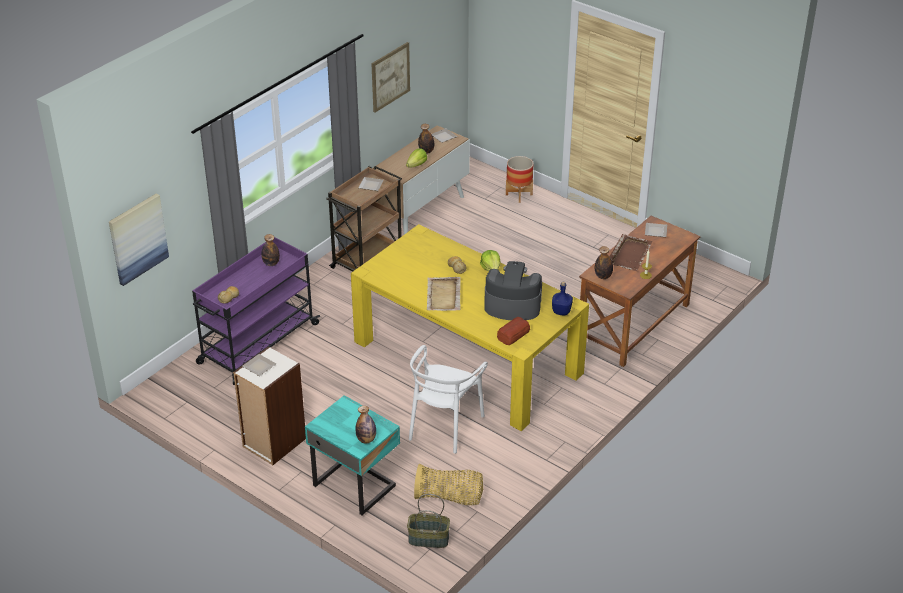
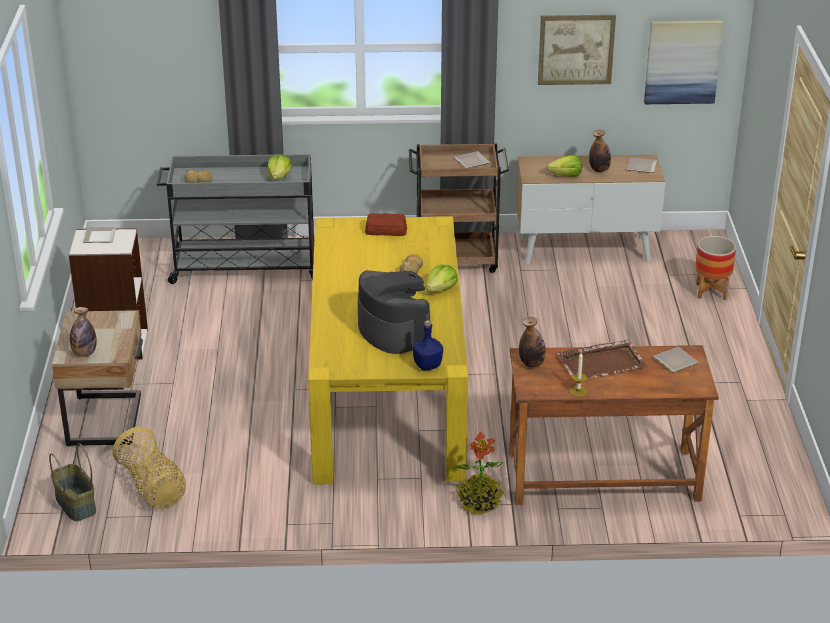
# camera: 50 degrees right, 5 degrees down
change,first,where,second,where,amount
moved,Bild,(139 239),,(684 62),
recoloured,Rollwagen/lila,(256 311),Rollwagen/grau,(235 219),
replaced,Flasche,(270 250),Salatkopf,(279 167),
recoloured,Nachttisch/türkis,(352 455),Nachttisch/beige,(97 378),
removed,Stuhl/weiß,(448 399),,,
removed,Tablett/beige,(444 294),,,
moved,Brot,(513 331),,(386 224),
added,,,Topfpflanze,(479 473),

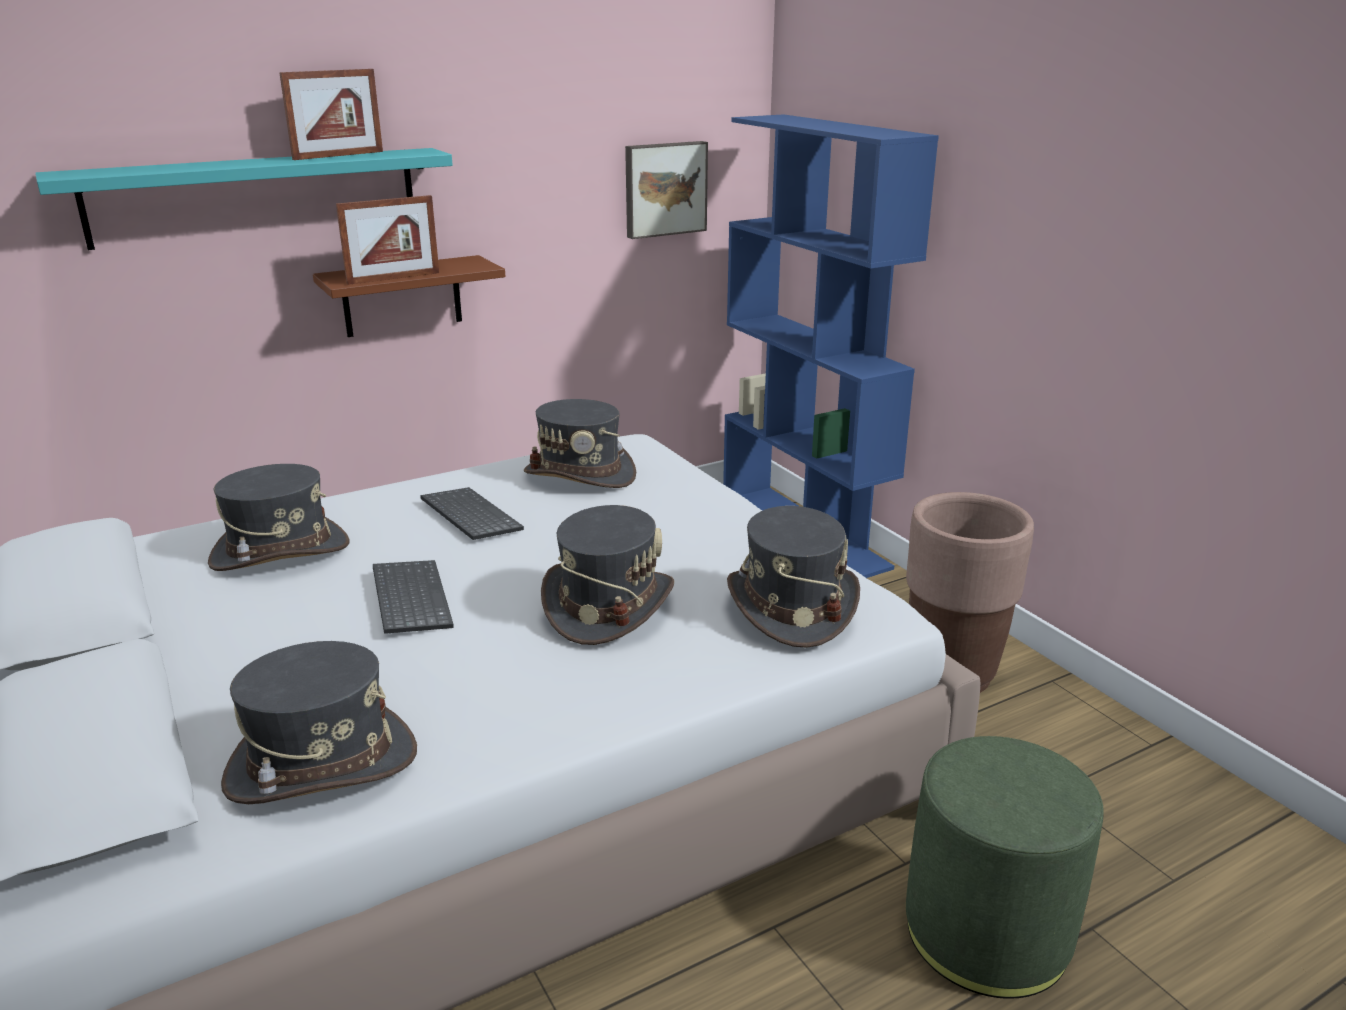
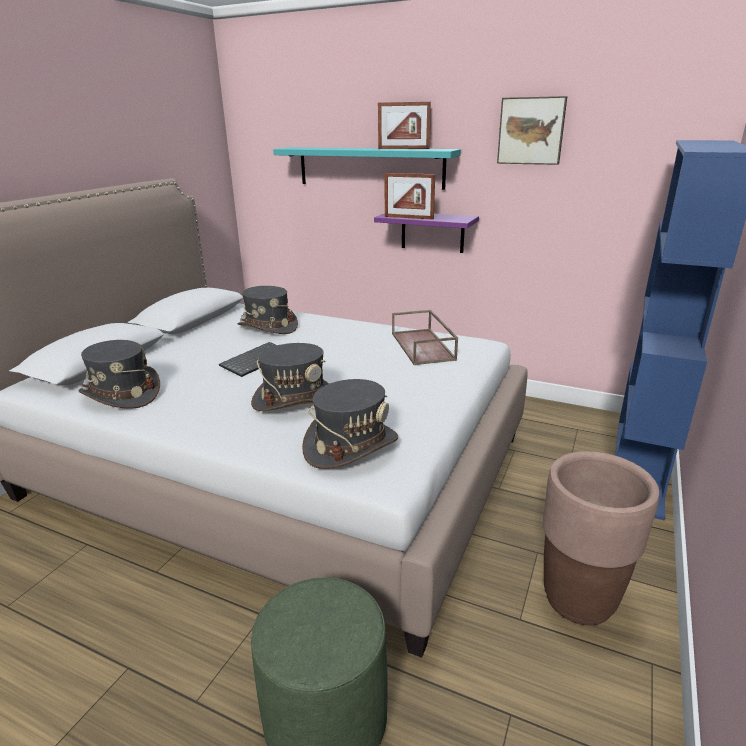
# camera: 55 degrees right, 0 degrees up
change,first,where,second,where,amount
recoloured,Wandregal/braun,(409 296),Wandregal/lila,(426 233),
removed,Tastatur,(472 513),,,
replaced,Hut/grau,(580 443),Tablett/braun,(425 337),
moved,Bild,(666 190),,(532 130),

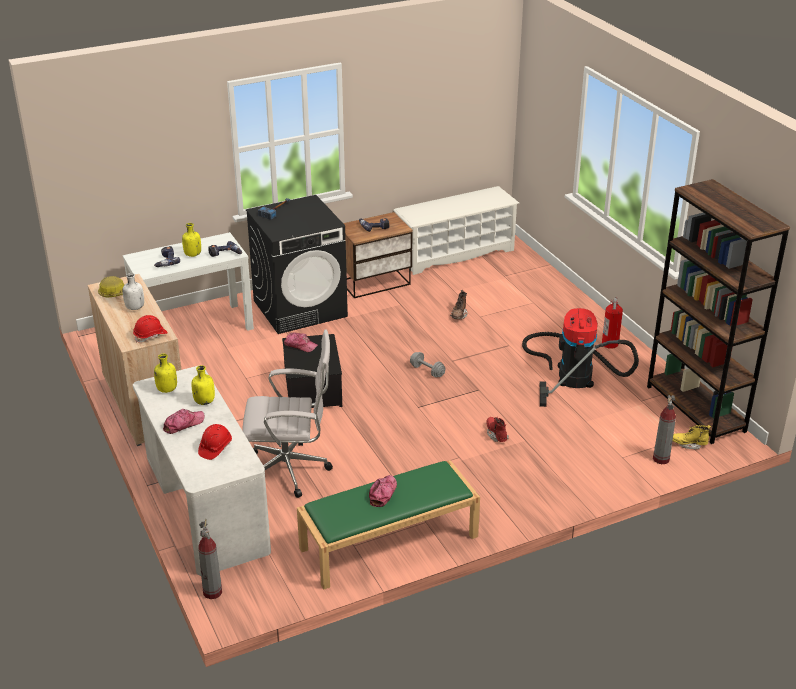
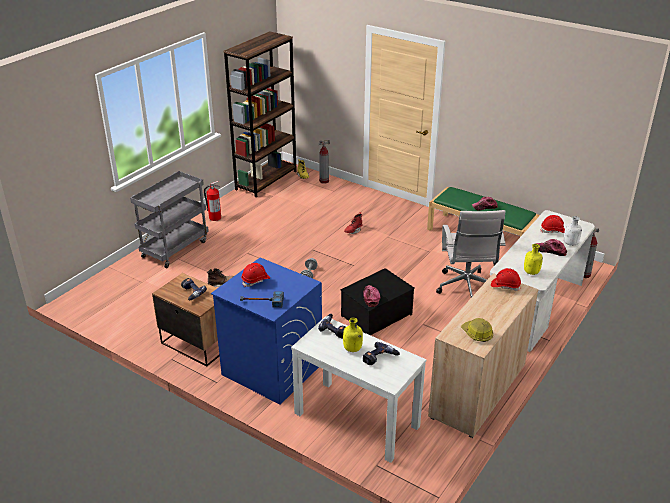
# camera: 120 degrees left, 0 degrees up
change,first,where,second,where,amount
moved,Flasche/weiß,(133 291),,(573 231),
removed,Flasche/gelb,(203 385),,,
turned,Bürostuhl/weiß,(287 414),,(470 254),150 degrees counterclockwise
recoloured,Waschmaschine/schwarz,(297 264),Waschmaschine/blau,(266 331),
removed,Schuhregal/weiß,(456 230),,,
removed,Staubsauger,(580 357),,,
added,,,Rollwagen/grau,(169 219),
added,,,Schutzhelm/rot,(255 275),

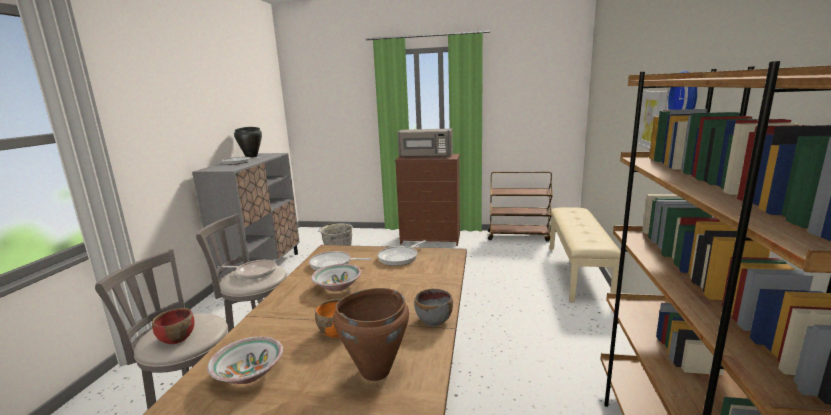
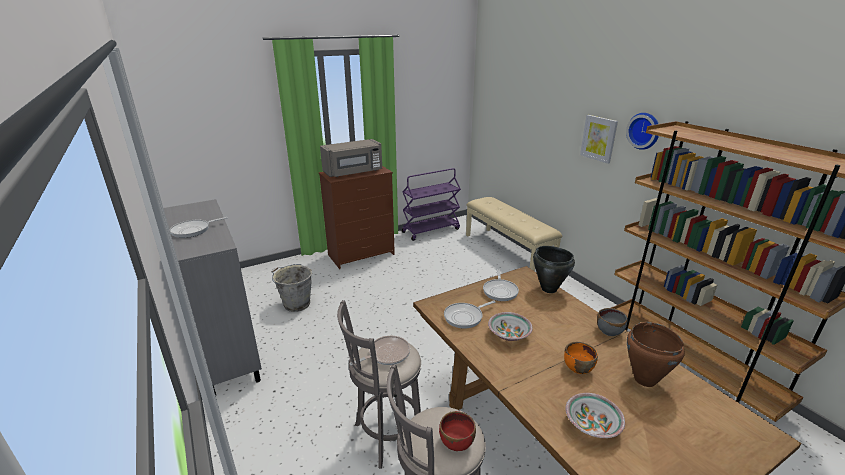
# camera: 40 degrees left, 10 degrees up
change,first,where,second,where,amount
moved,Kochtopf/schwarz,(248 142),,(554 269),
recoloured,Rollwagen/braun,(520 207),Rollwagen/lila,(431 204),

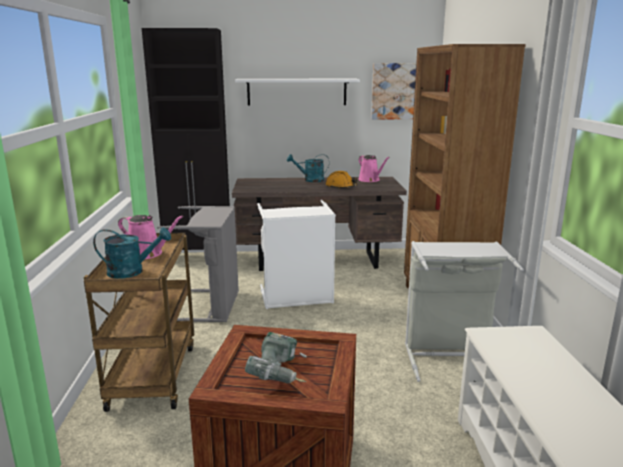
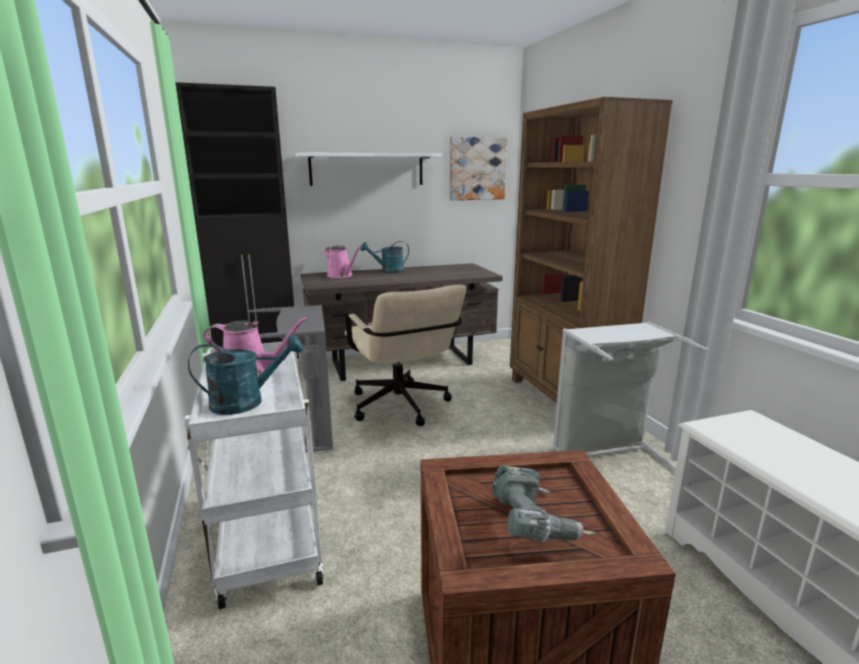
# camera: 15 degrees left, 0 degrees up
change,first,where,second,where,amount
recoloured,Rollwagen/braun,(139 322),Rollwagen/weiß,(254 475),
replaced,Wäschekorb/weiß,(296 254),Bürostuhl/beige,(406 355),
removed,Schutzhelm/orange,(341 180),,,
moved,Gießkanne/rosa,(374 168),,(343 262),

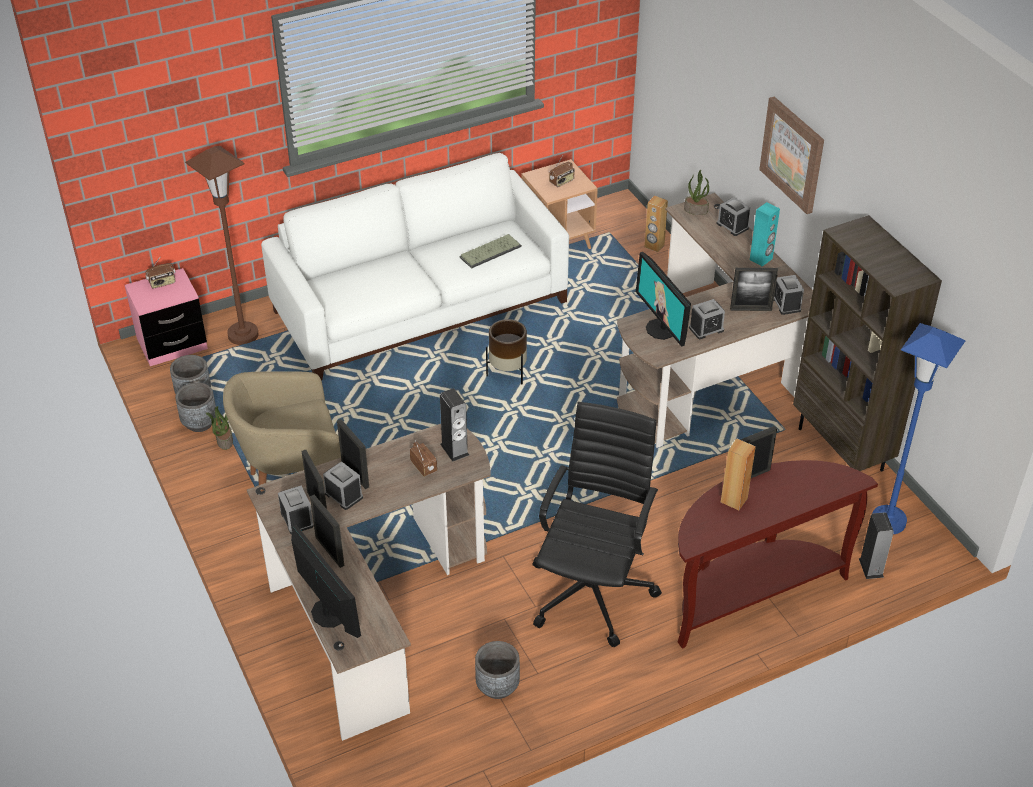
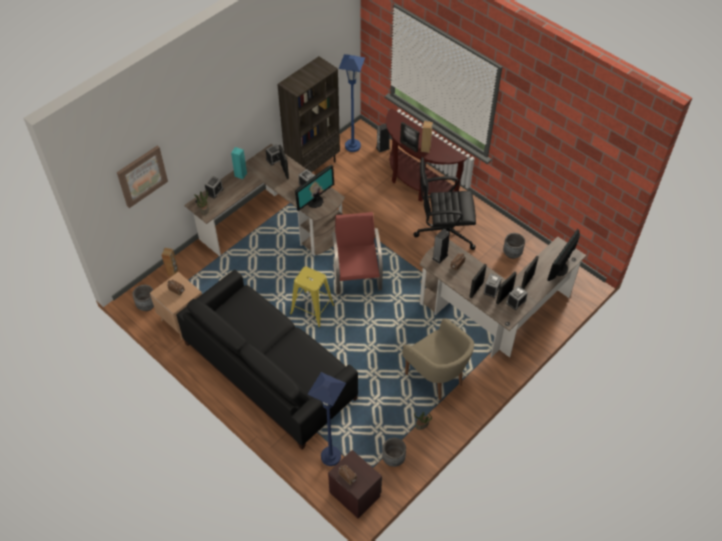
# camera: 110 degrees left, 10 degrees up
change,first,where,second,where,amount
recoloured,Nachttisch/rosa,(166 317),Nachttisch/braun,(355 484),
moved,Pflanzkübel/grau,(195 407),,(143 298),
recoloured,Stehlampe/braun,(222 245),Stehlampe/blau,(326 419),
recoloured,Sofa/weiß,(415 267),Sofa/schwarz,(267 360),
removed,Tastatur,(490 251),,,
replaced,Pflanzkübel/braun,(506 351),Hocker/gelb,(312 296),
moved,Bild,(791 155),,(142 177),
added,,,Stuhl/rot,(357 253),

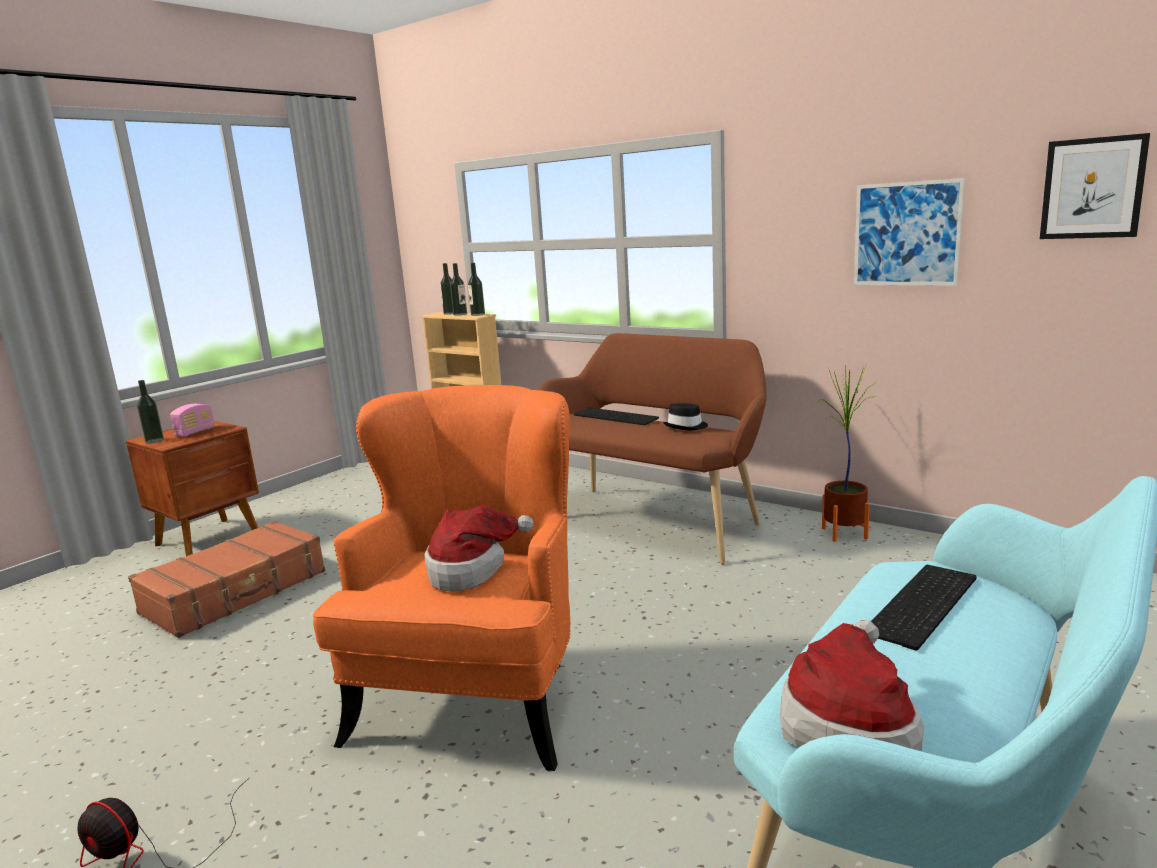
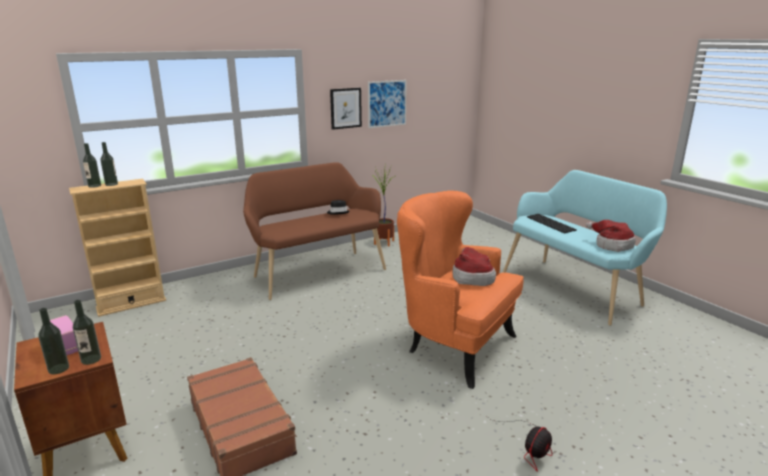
# camera: 70 degrees left, 5 degrees up
change,first,where,second,where,amount
moved,Flasche,(476 289),,(87 332),
removed,Tastatur,(616 416),,,
moved,Bild,(1095 186),,(346 109),

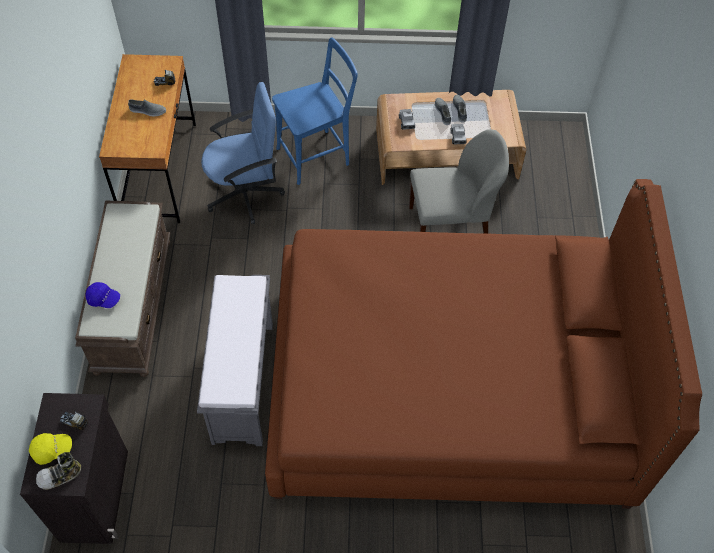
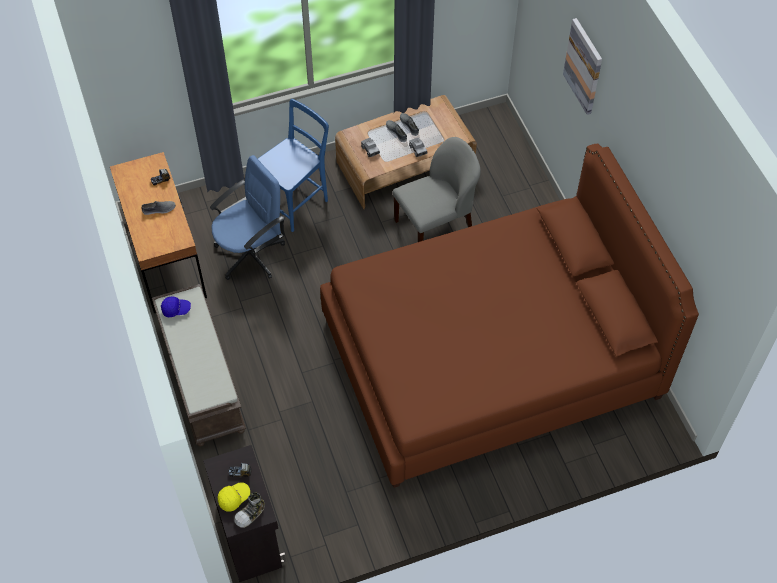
# camera: 20 degrees left, 0 degrees up
change,first,where,second,where,amount
moved,Kappe/blau,(102 295),,(176 307),
removed,Bank/grau,(235 360),,,
added,,,Bild,(582 66),

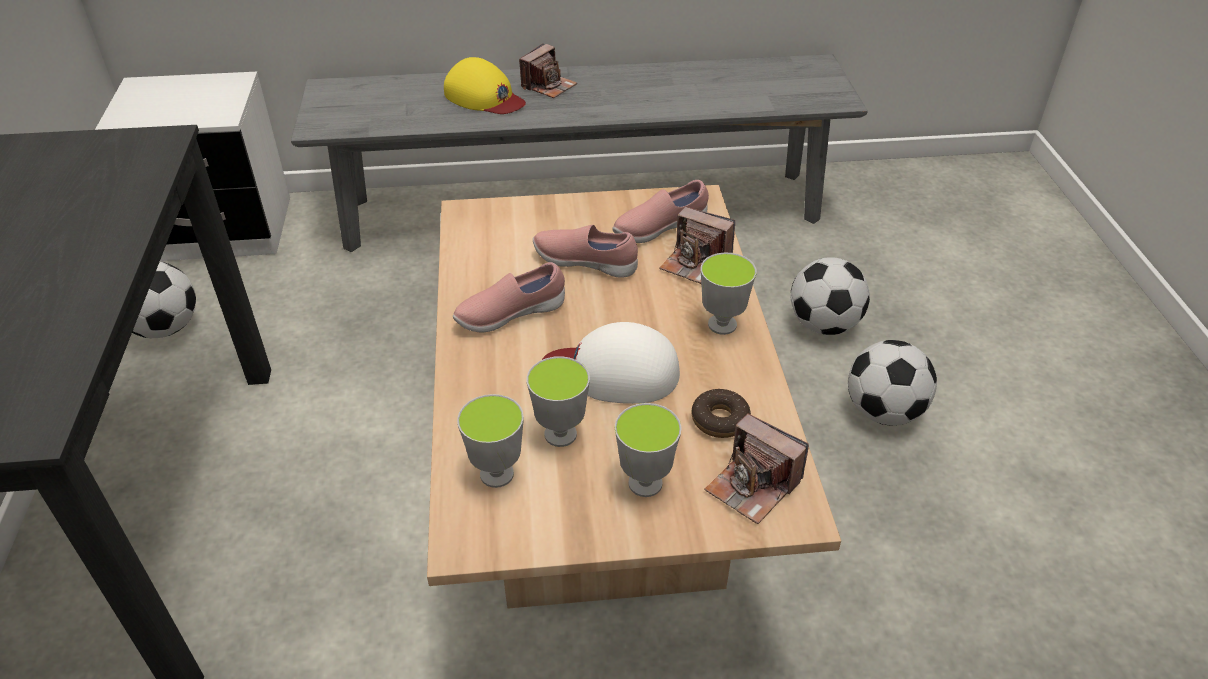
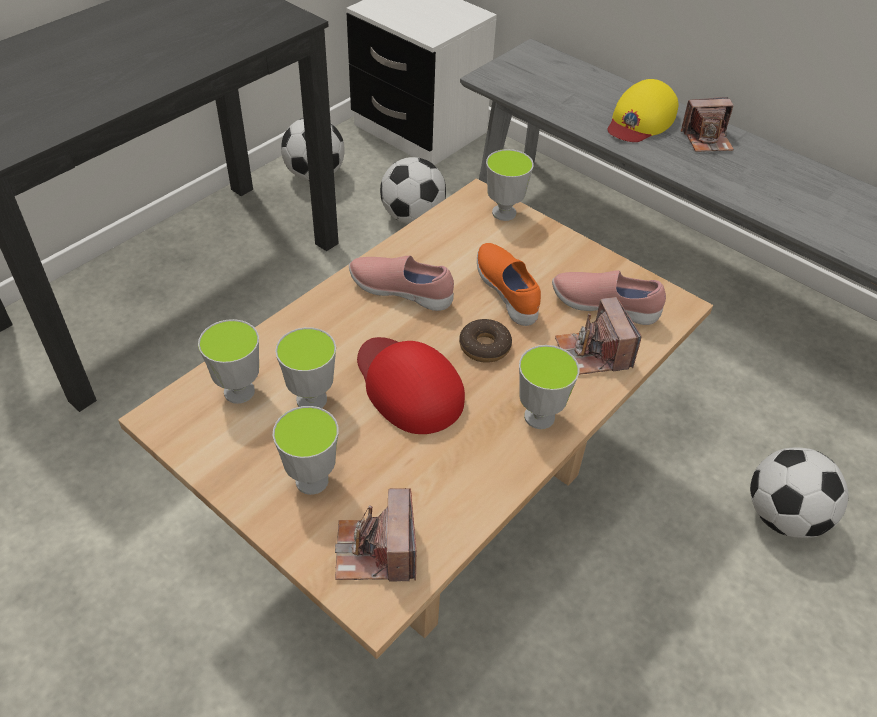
# camera: 45 degrees right, 5 degrees up
change,first,where,second,where,amount
turned,Kappe/gelb,(485 85),,(642 110),45 degrees clockwise
recoloured,Schuh/rosa,(585 251),Schuh/orange,(509 284),
recoloured,Kappe/weiß,(611 363),Kappe/rot,(411 385),
moved,Donut,(721 413),,(485 341),
moved,Fußball,(892 383),,(413 190),
added,,,Tasse,(510 185),

